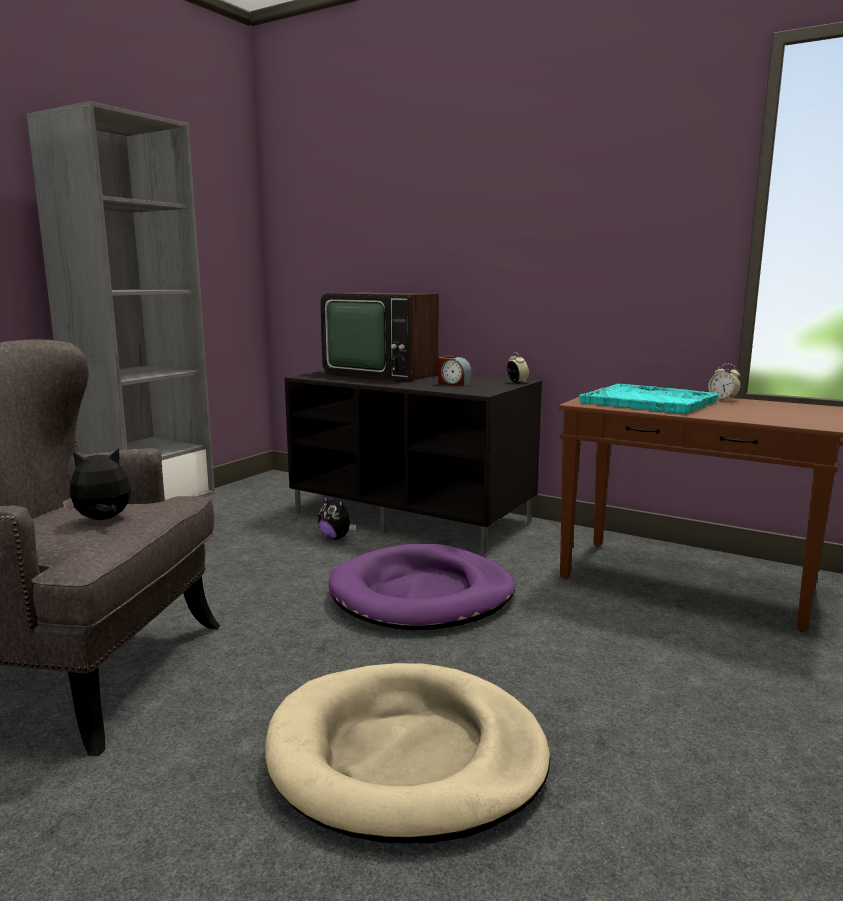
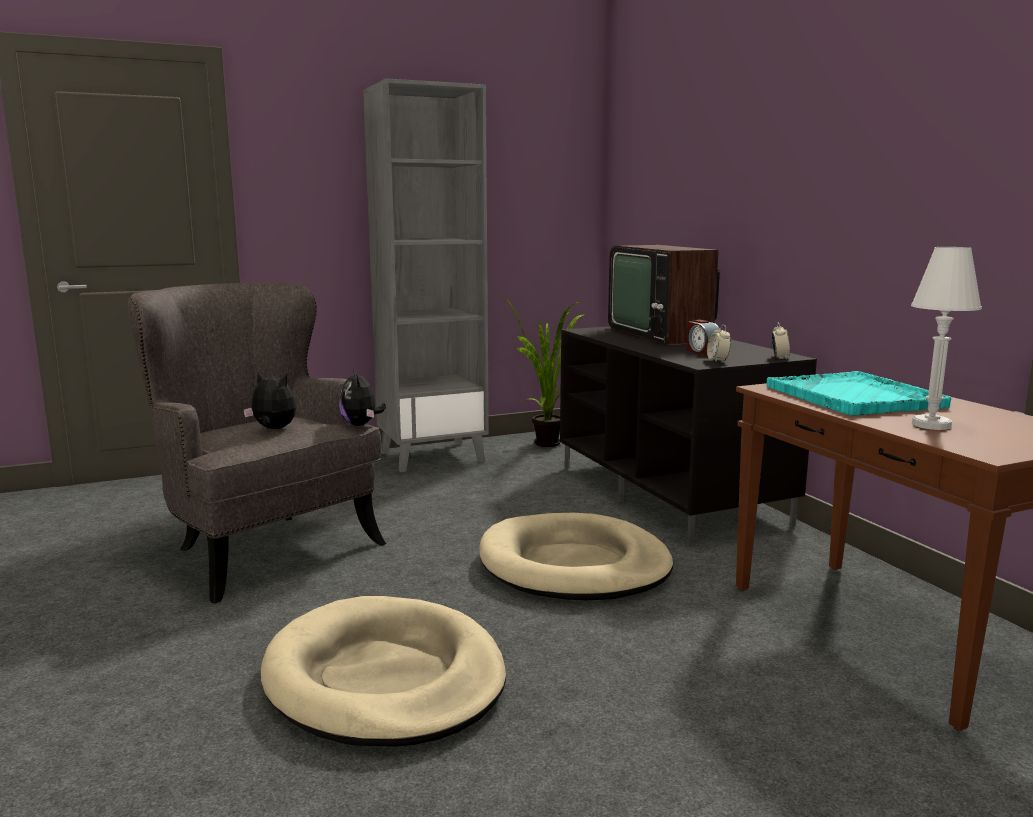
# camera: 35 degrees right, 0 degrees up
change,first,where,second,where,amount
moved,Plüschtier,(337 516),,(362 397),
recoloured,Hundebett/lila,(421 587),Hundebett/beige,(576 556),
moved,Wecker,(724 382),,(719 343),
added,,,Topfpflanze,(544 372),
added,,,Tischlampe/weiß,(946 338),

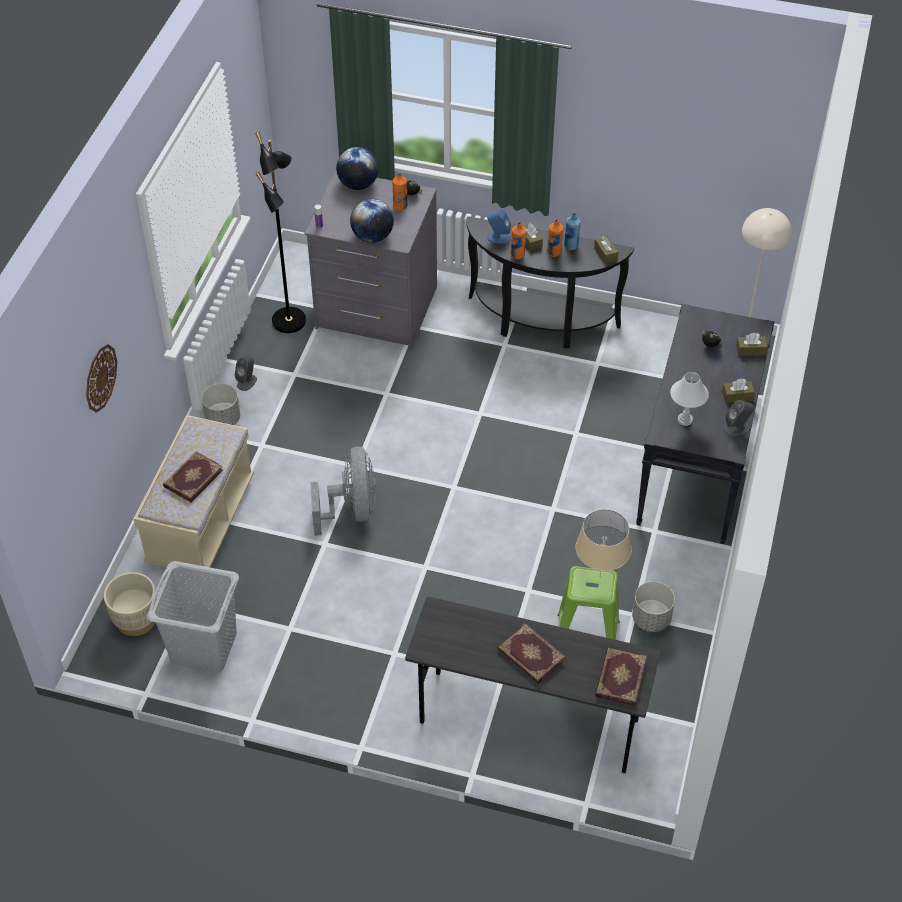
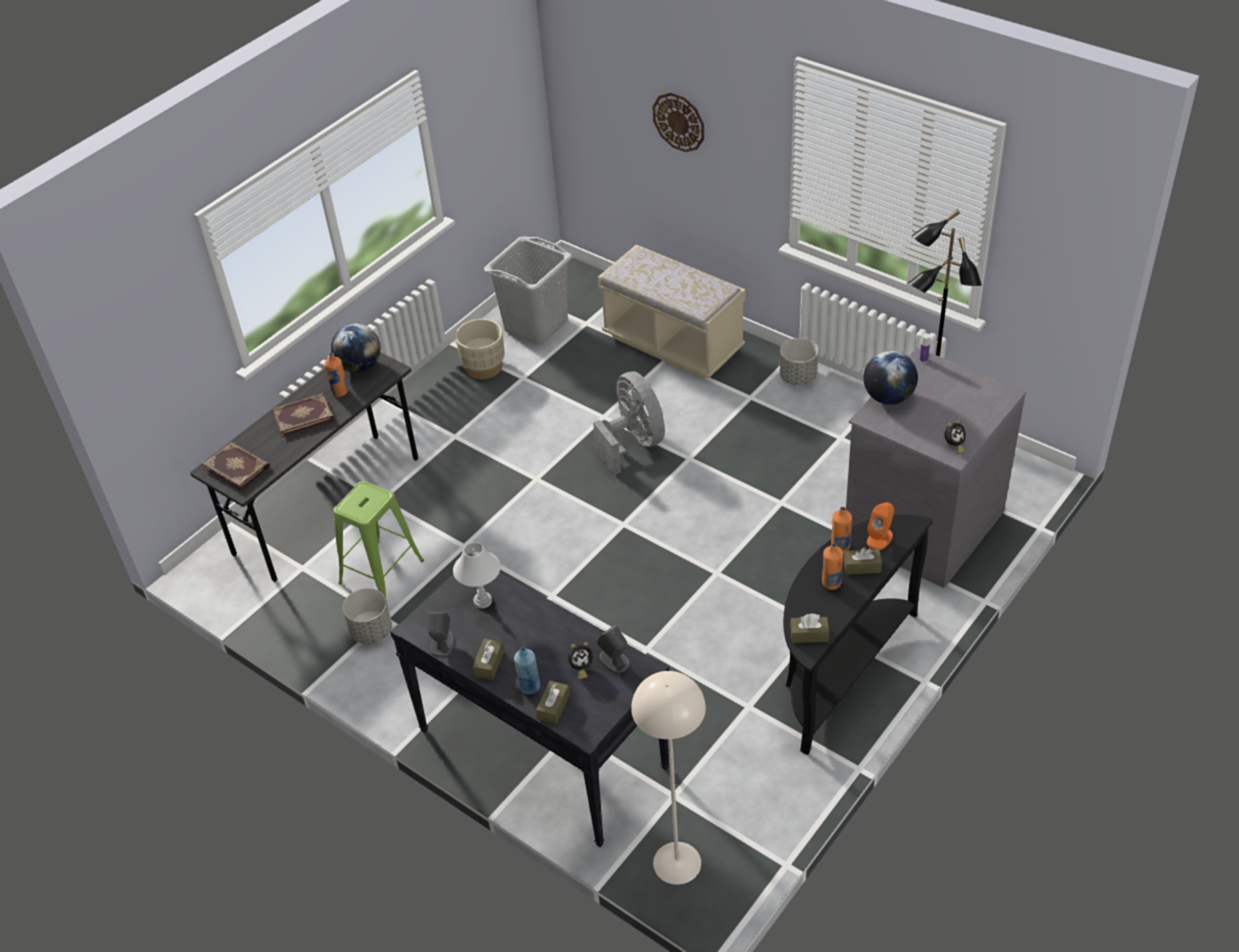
# camera: 115 degrees right, 5 degrees down
change,first,where,second,where,amount
moved,Pflanzkübel/beige,(129 604),,(480 349),
removed,Buch,(193 477),,,
moved,Lautsprecher/grau,(246 373),,(613 649),
turned,Ventilator/grau,(343 491),,(629 423),135 degrees counterclockwise
moved,Globus,(357 168),,(356 348),
moved,Flasche/orange,(400 191),,(336 375),
recoloured,Lautsprecher/blau,(499 226),Lautsprecher/orange,(880 526),
moved,Flasche/blau,(572 231),,(527 670),
removed,Tischlampe/beige,(604 542),,,

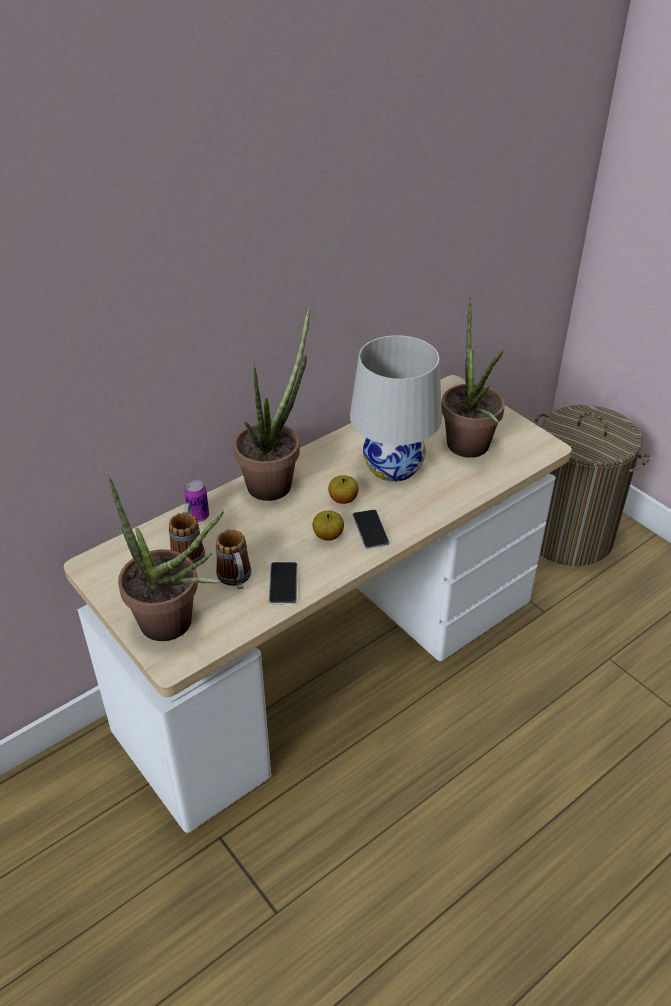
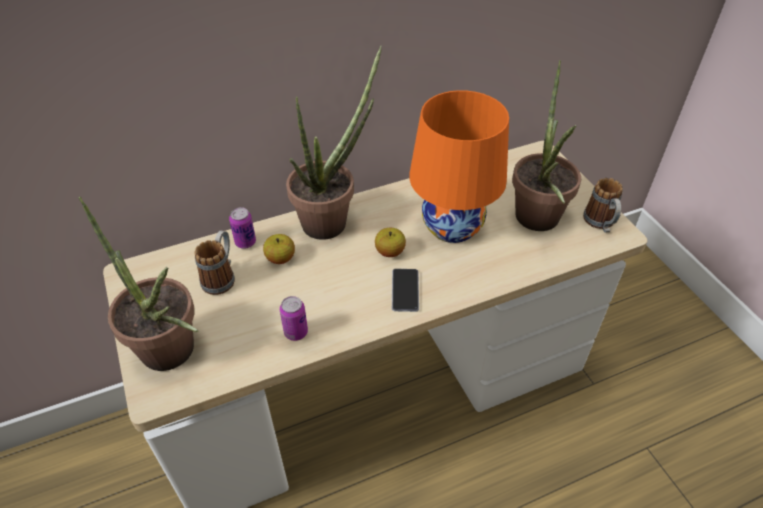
# camera: 15 degrees right, 5 degrees up
change,first,where,second,where,amount
moved,Henkelbecher,(233 559),,(603 205),
replaced,Handy,(283 583),Dose,(294 318),
moved,Apfel,(328 526),,(279 249),
recoloured,Tischlampe/weiß,(396 408),Tischlampe/orange,(459 166),
removed,Wäschekorb,(592 485),,,

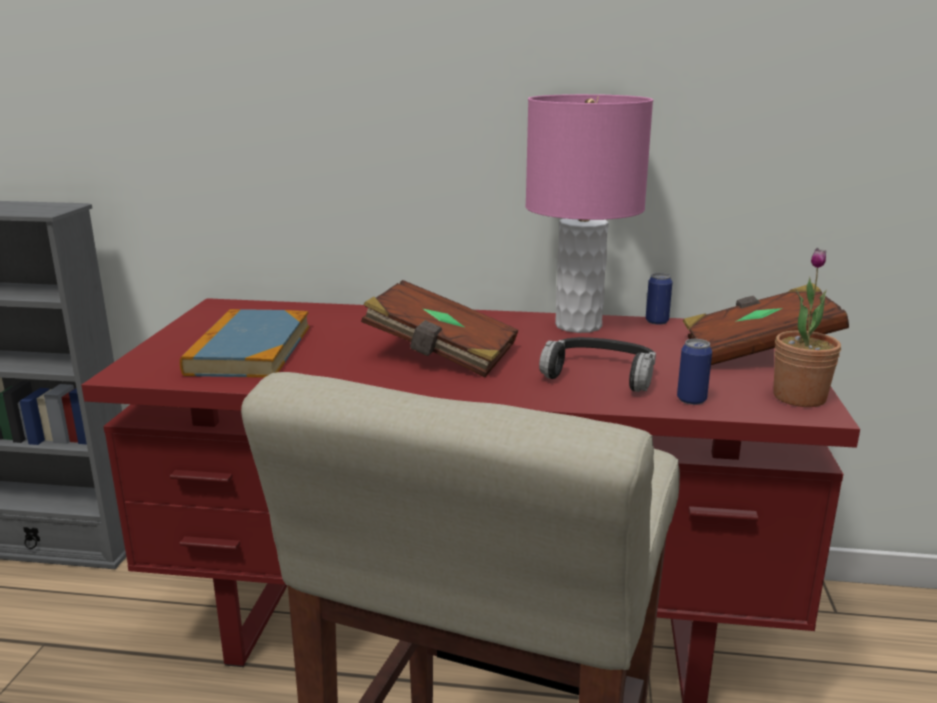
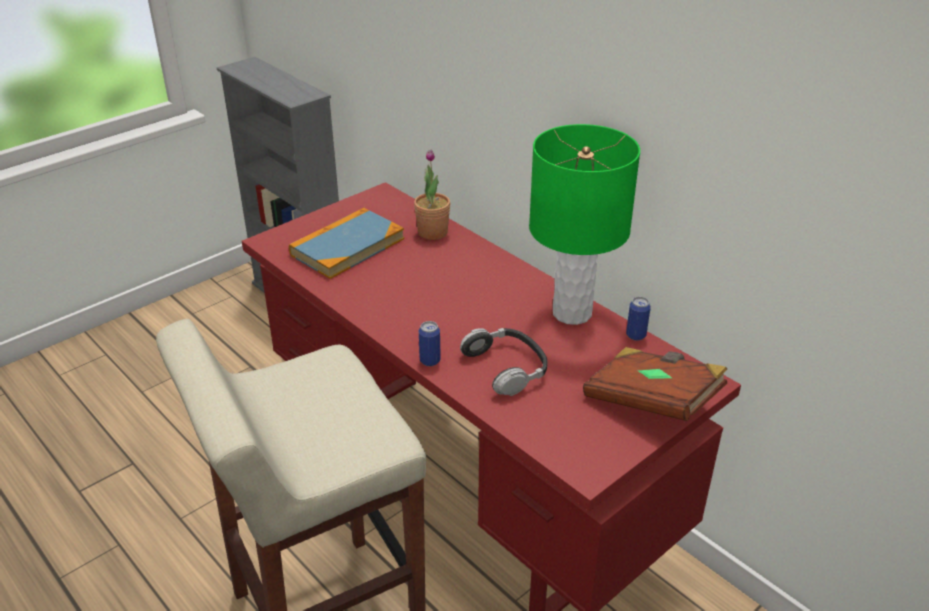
# camera: 40 degrees right, 15 degrees up
change,first,where,second,where,amount
removed,Buch/braun,(439 328),,,
recoloured,Tischlampe/rosa,(589 213),Tischlampe/grün,(584 224),
moved,Dose,(694 372),,(430 343),
moved,Topfpflanze,(807 327),,(432 194),

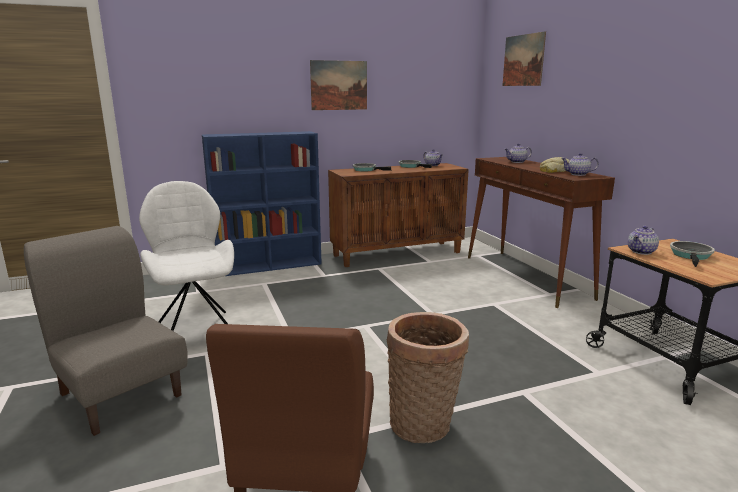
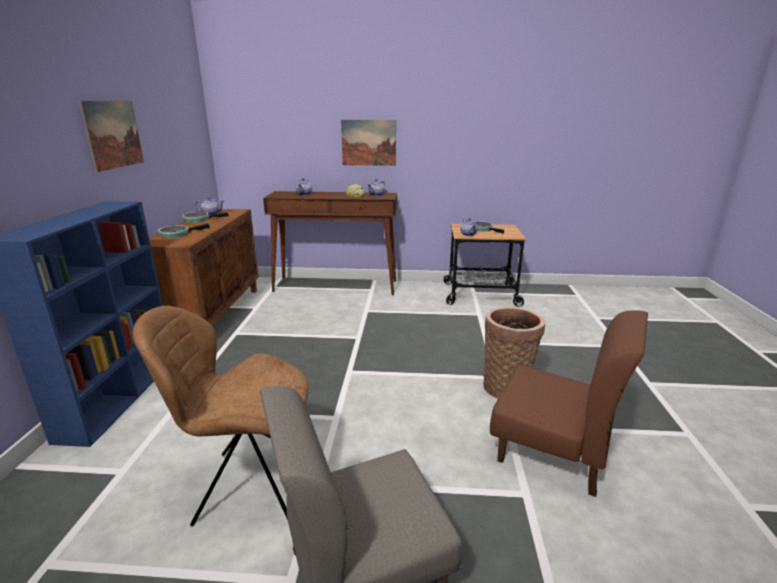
# camera: 65 degrees left, 5 degrees up
change,first,where,second,where,amount
recoloured,Stuhl/weiß,(186 256),Stuhl/braun,(221 416),
moved,Bild,(524 58),,(368 143),

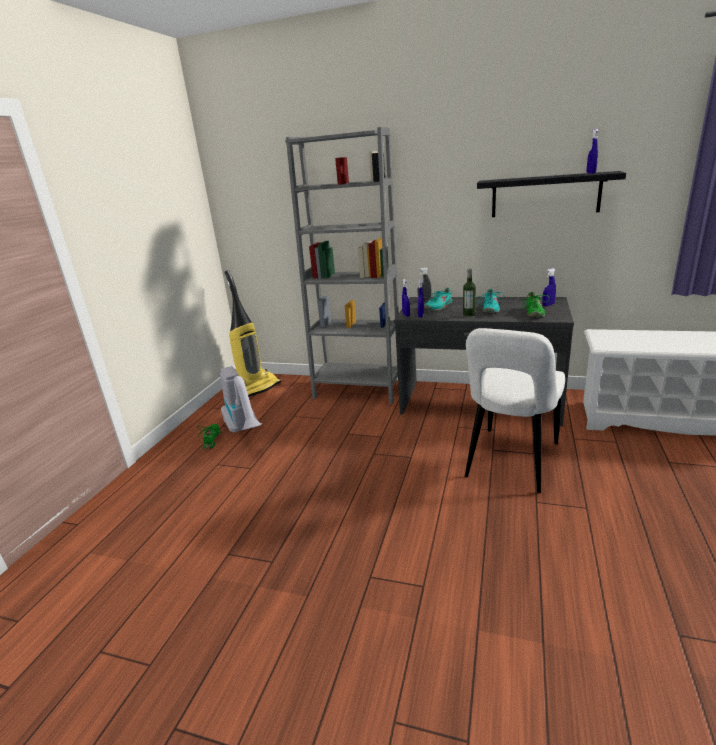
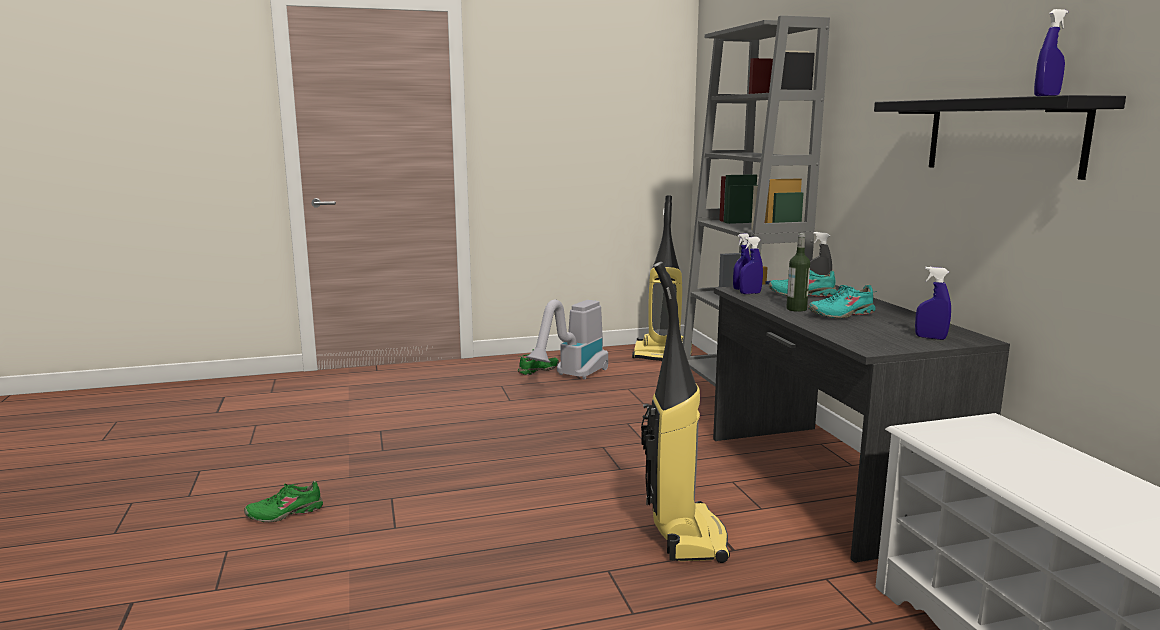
# camera: 55 degrees right, 10 degrees down
change,first,where,second,where,amount
replaced,Stuhl/weiß,(515 410),Staubsauger,(685 412),
moved,Schuh/grün,(534 304),,(283 501),

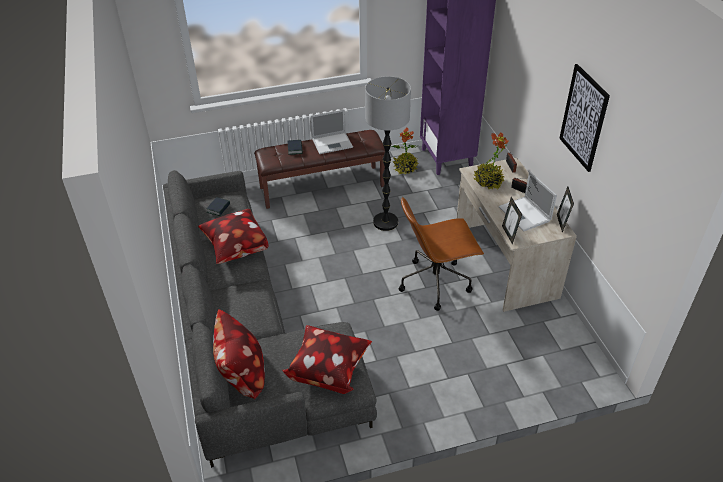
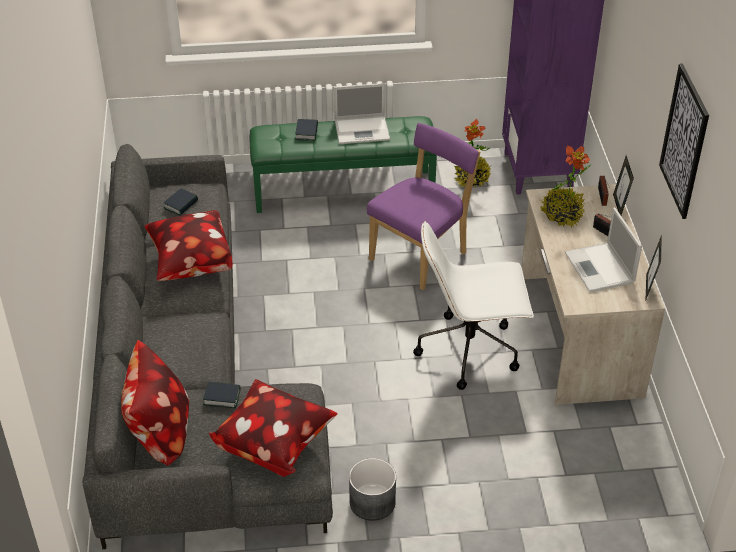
# camera: 10 degrees right, 0 degrees up
change,first,where,second,where,amount
recoloured,Bank/braun,(319 169),Bank/grün,(343 164),
replaced,Stehlampe,(388 153),Stuhl/lila,(423 206),
recoloured,Bürostuhl/braun,(441 254),Bürostuhl/weiß,(473 305),
moved,Bilderrahmen,(512 220),,(623 185),
added,,,Buch,(221 395),
added,,,Pflanzkübel/grau,(372 489),

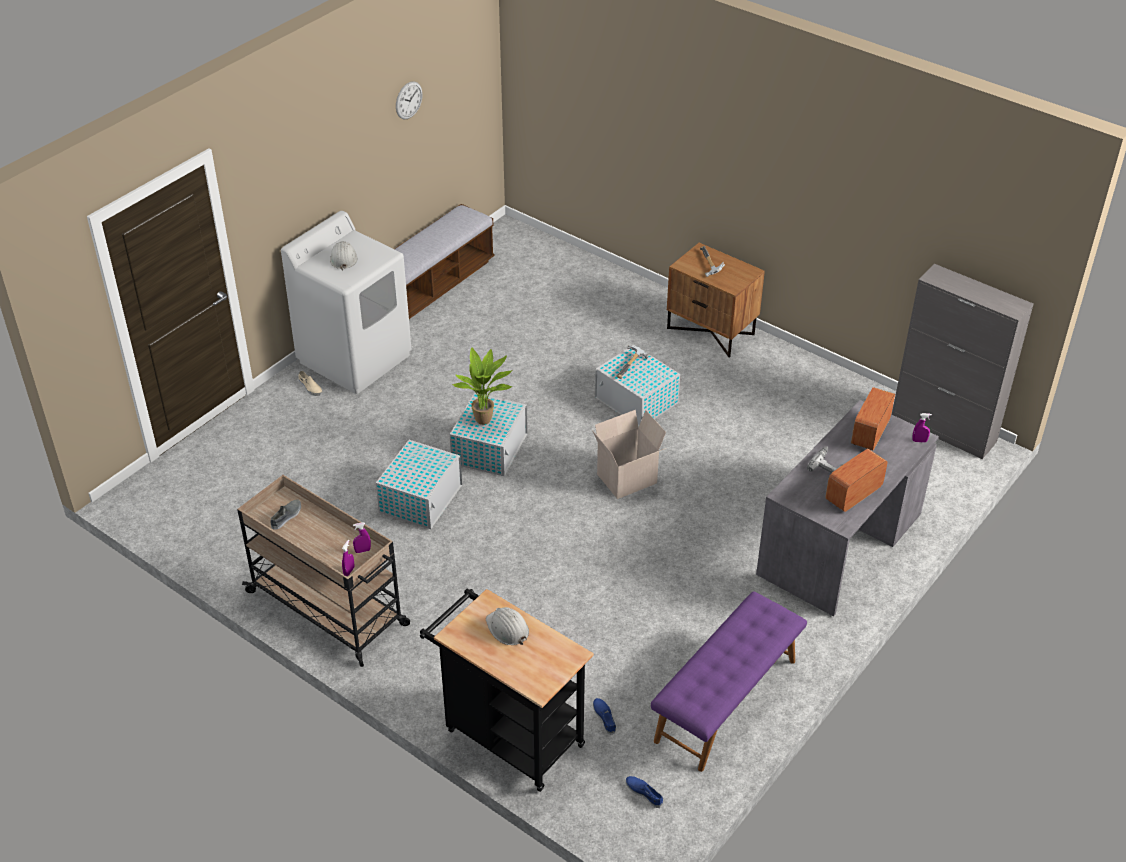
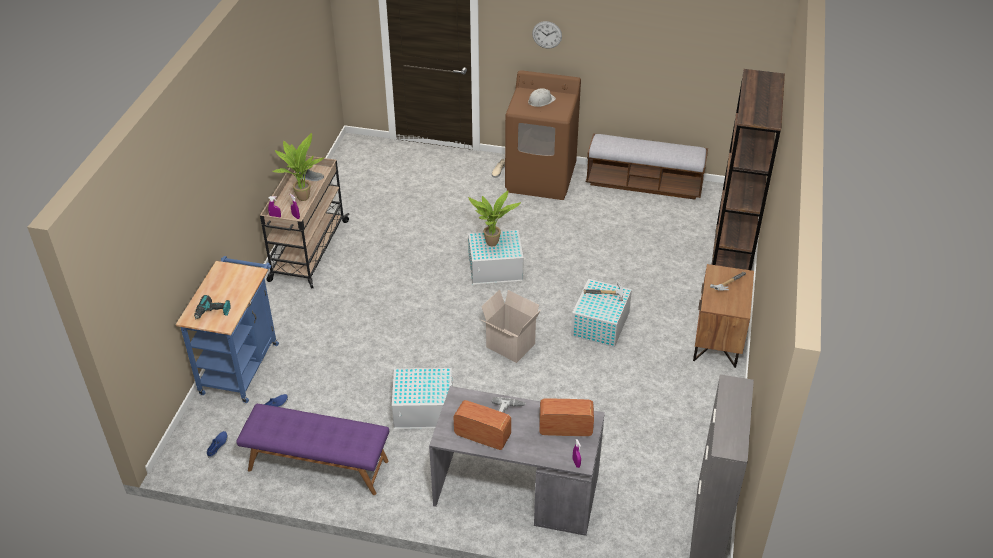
# camera: 65 degrees right, 0 degrees up
change,first,where,second,where,amount
recoloured,Waschmaschine/weiß,(346 302),Waschmaschine/braun,(543 135),
moved,Aufbewahrungsbox/weiß,(419 484),,(422 398),
moved,Wanduhr,(409 100),,(547 34),
recoloured,Rollwagen/schwarz,(507 690),Rollwagen/blau,(227 329),
removed,Schutzhelm/weiß,(507 626),,,
added,,,Bohrmaschine,(212 307),
added,,,Topfpflanze,(298 167),
added,,,Bücherregal/braun,(748 169),

